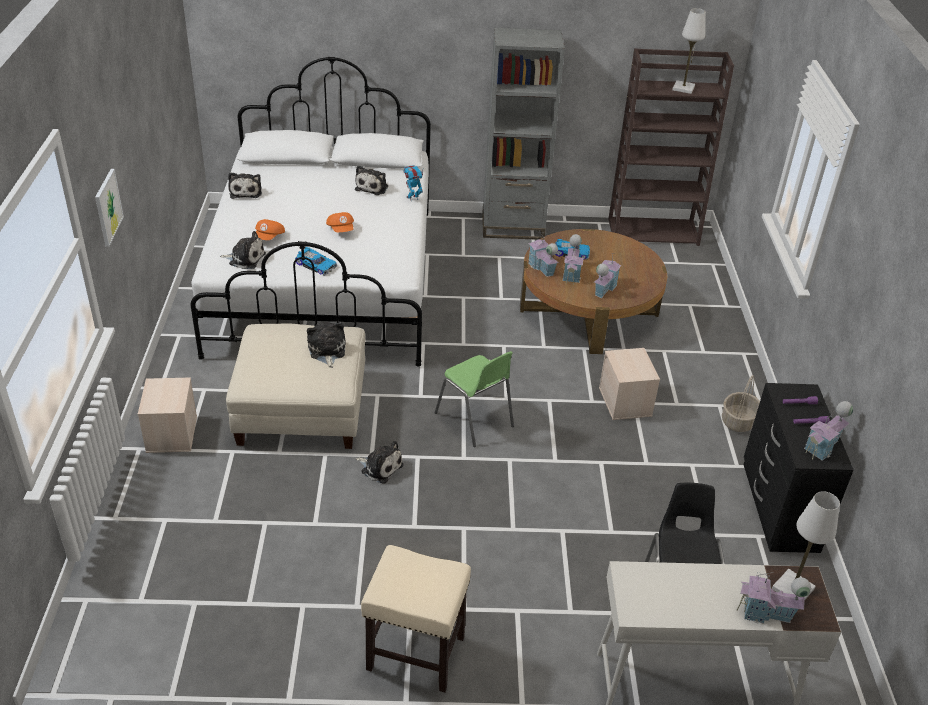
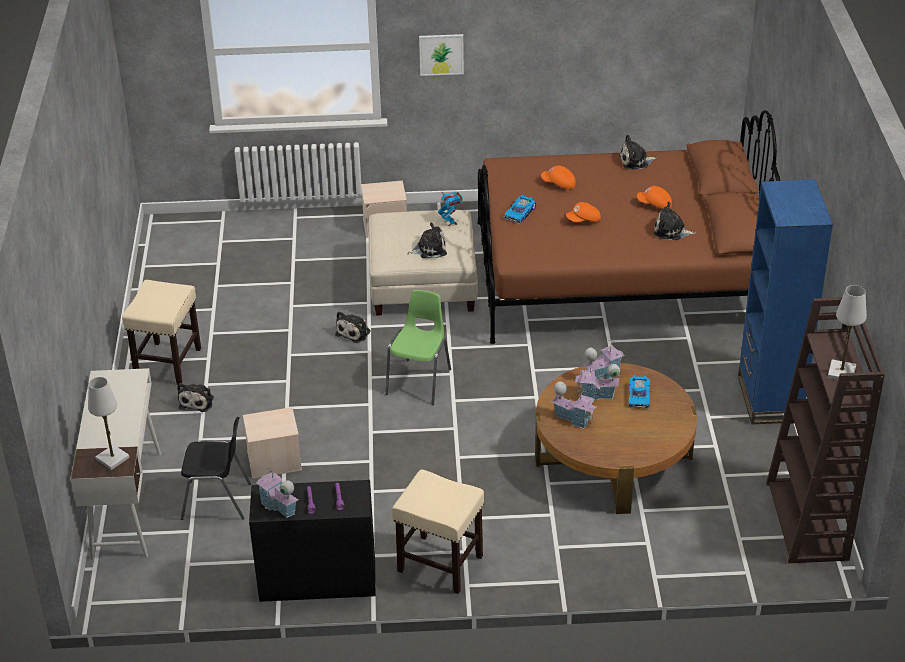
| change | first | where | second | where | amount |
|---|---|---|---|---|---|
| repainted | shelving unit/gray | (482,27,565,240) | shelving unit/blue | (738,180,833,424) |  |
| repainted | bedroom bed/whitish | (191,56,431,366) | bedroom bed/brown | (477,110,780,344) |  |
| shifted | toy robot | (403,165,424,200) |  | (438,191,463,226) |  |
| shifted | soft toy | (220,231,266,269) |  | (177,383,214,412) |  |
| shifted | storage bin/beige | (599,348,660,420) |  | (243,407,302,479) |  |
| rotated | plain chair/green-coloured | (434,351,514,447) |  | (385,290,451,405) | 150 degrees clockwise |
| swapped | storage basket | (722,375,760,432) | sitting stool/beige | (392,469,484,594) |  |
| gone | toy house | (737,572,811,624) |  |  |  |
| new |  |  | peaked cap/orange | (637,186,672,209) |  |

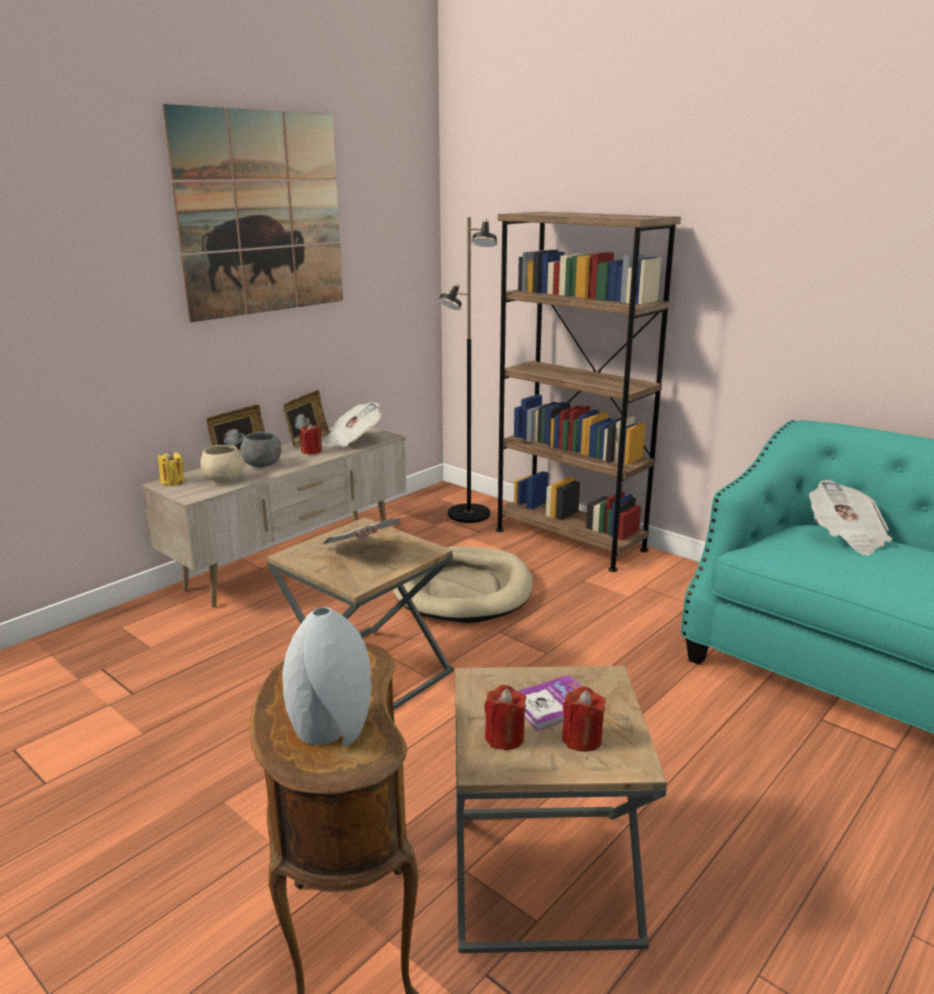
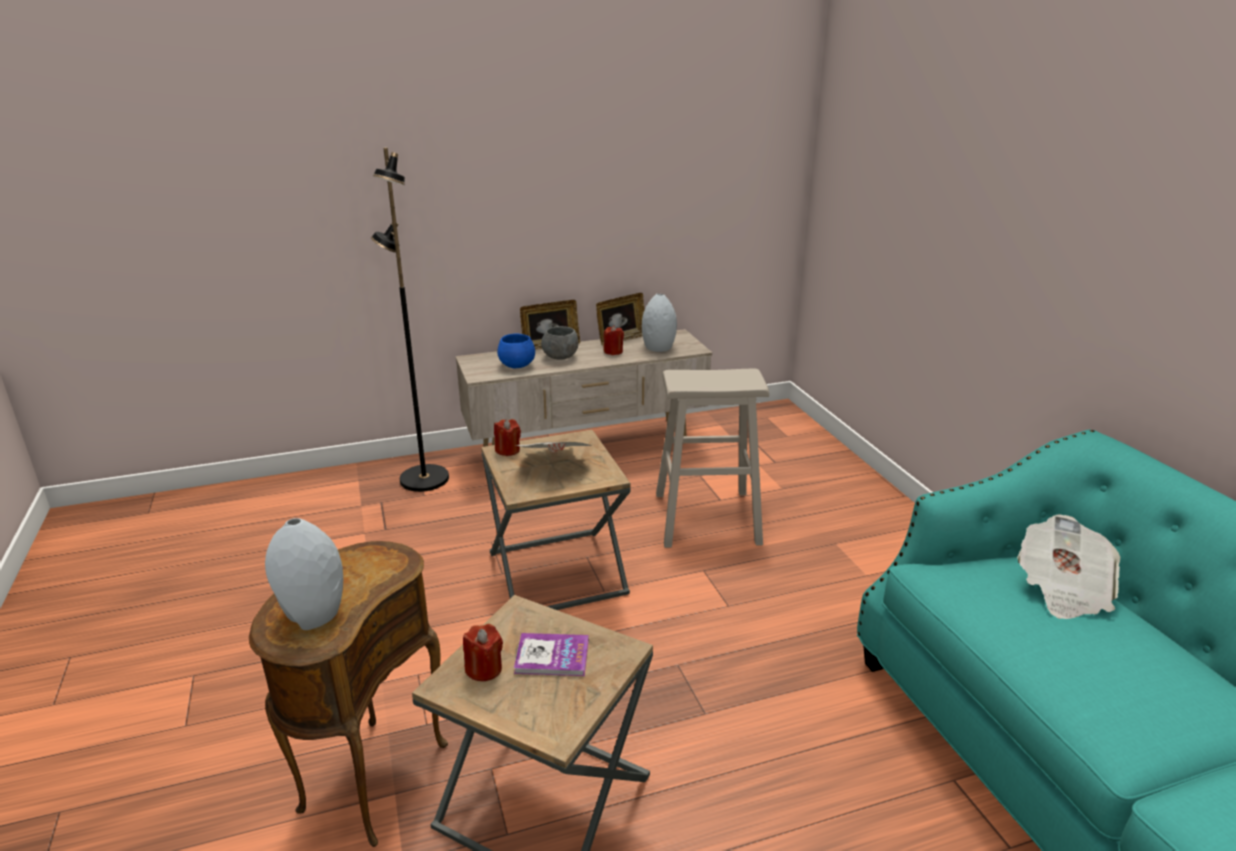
| change | first | where | second | where | amount |
|---|---|---|---|---|---|
| gone | picture | (162,104,343,322) |  |  |  |
| gone | shelving unit/brown | (496,212,681,572) |  |  |  |
| shifted | standing lamp/blackish | (437,217,497,523) |  | (371,148,449,492) |  |
| swapped | daily paper | (321,402,381,447) | decorative vase/gray | (642,293,677,352) |  |
| repainted | deep dish/beige | (200,445,244,483) | deep dish/blue | (497,334,535,368) |  |
| gone | wax light/yellowish | (158,451,185,486) |  |  |  |
| swapped | dog cushion/beige | (393,546,533,623) | sitting stool/beige | (656,368,769,548) |  |
| shifted | wax light/red | (562,686,606,752) |  | (494,419,521,456) |  |

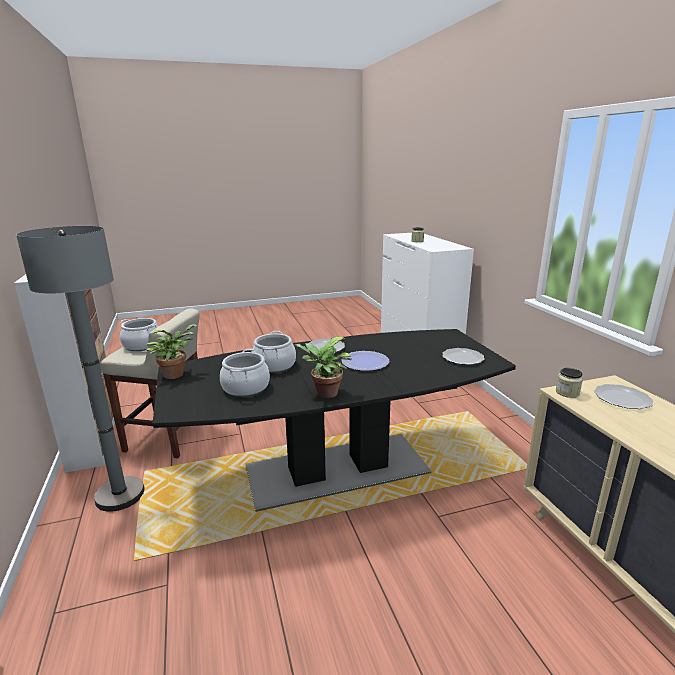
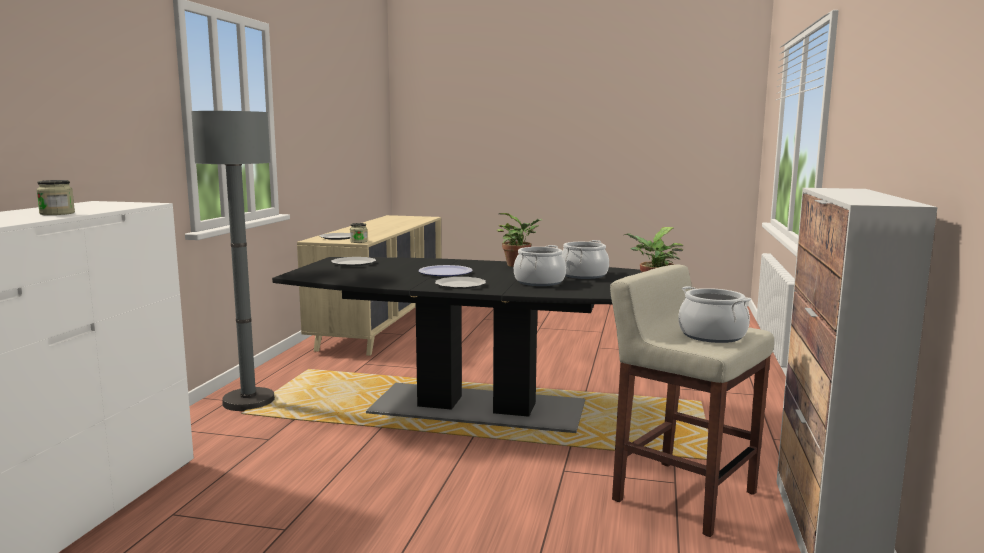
| change | first | where | second | where | amount |
|---|---|---|---|---|---|
| shifted | standing lamp/gray | (16,226,144,512) |  | (191,111,275,411) |  |

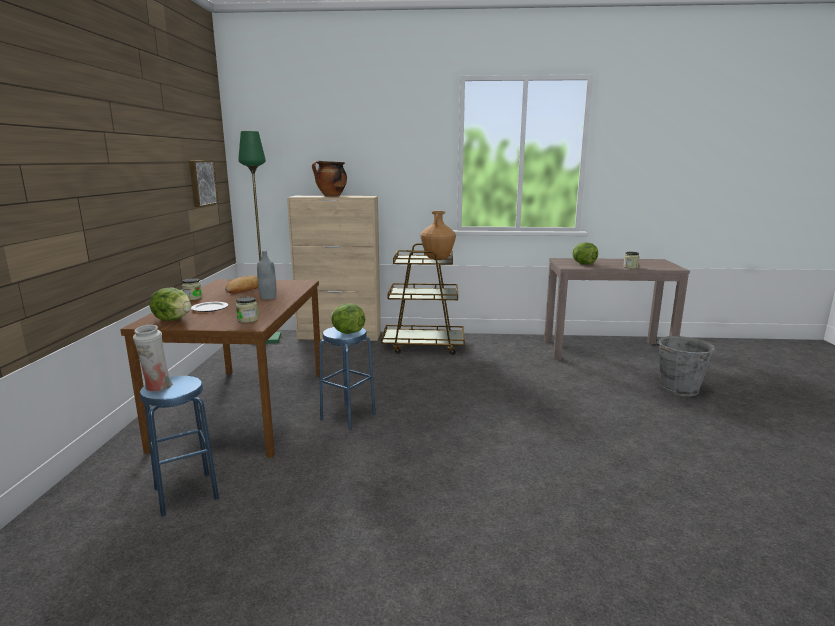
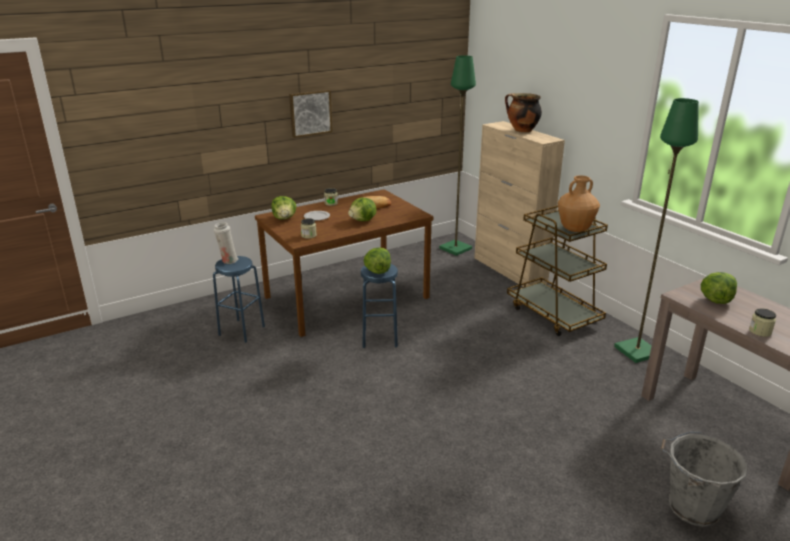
| change | first | where | second | where | amount |
|---|---|---|---|---|---|
| shifted | picture | (189,160,219,207) |  | (289,89,332,138) |  |
| swapped | bottle/gray | (257,251,276,300) | lettuce | (348,197,377,221) |  |
| new |  |  | standing lamp/green-coloured | (614,98,699,363) |  |

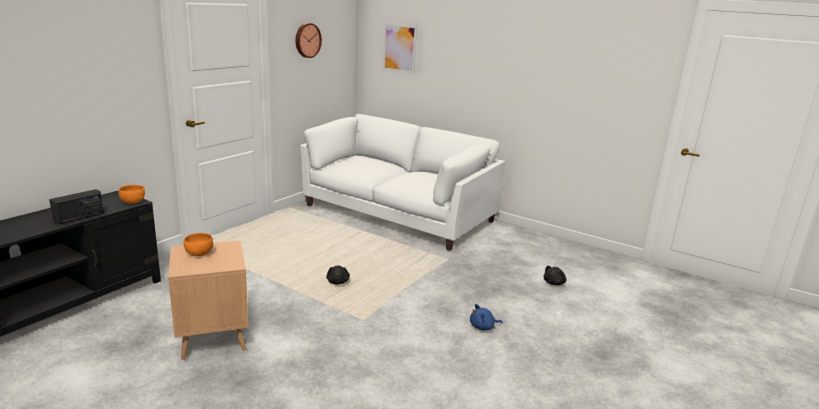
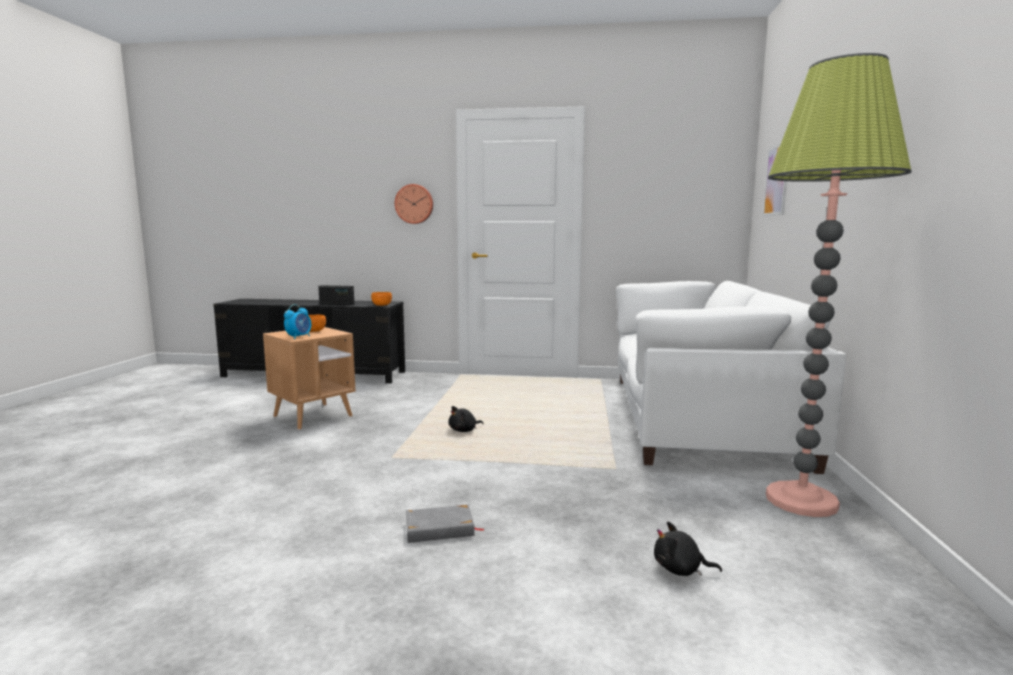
| change | first | where | second | where | amount |
|---|---|---|---|---|---|
| shifted | hanging clock | (296,23,322,58) |  | (394,184,433,224) |  |
| swapped | soft toy/blue | (470,304,503,331) | volume/gray | (406,505,484,543) |  |
| new |  |  | standing lamp | (766,53,911,517) |  |
| new |  |  | table clock | (284,304,311,339) |  |

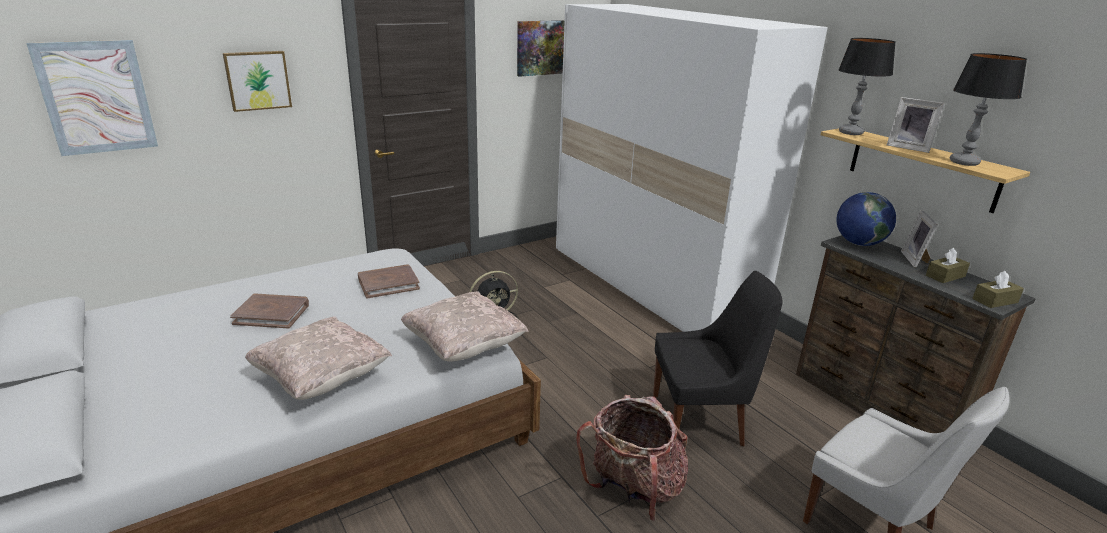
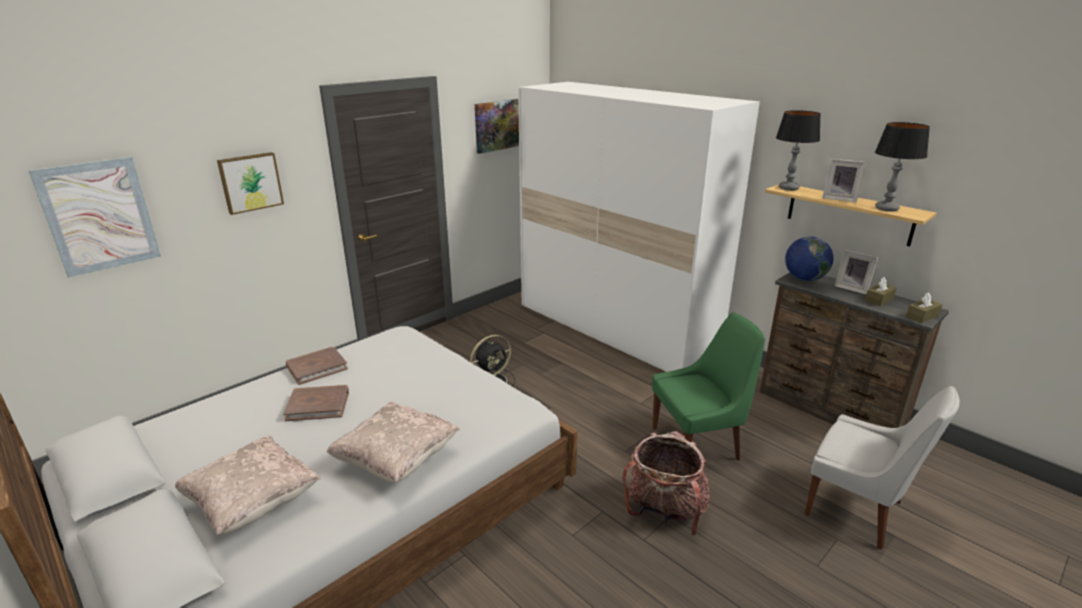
| change | first | where | second | where | amount |
|---|---|---|---|---|---|
| rotated | photo frame | (901,210,938,268) |  | (835,250,878,295) | 45 degrees counterclockwise |
| shifted | volume/brown | (358,265,420,299) |  | (286,347,348,385) |  |
| repainted | plain chair/blackish | (653,271,782,446) | plain chair/green-coloured | (652,312,765,460) |  |
| shifted | cushion/beige | (401,291,529,362) |  | (175,435,321,535) |  |

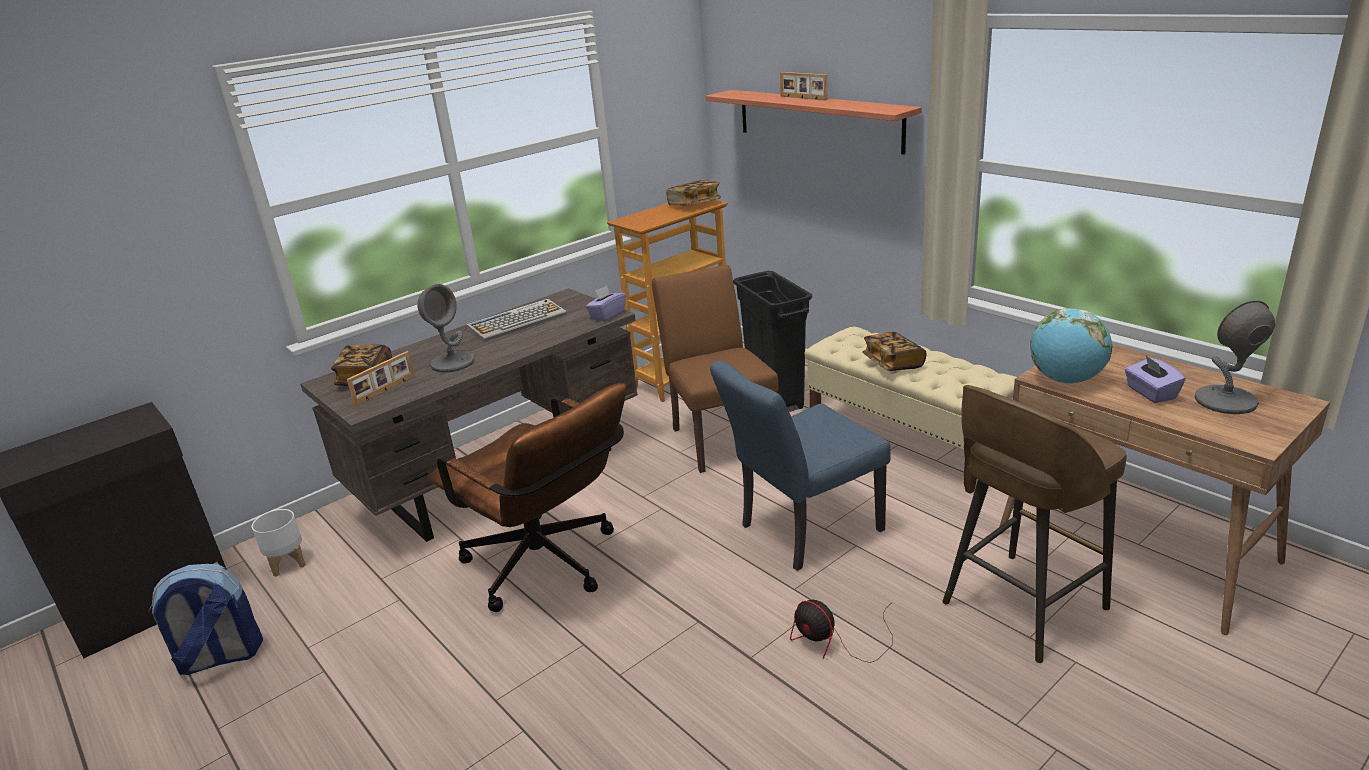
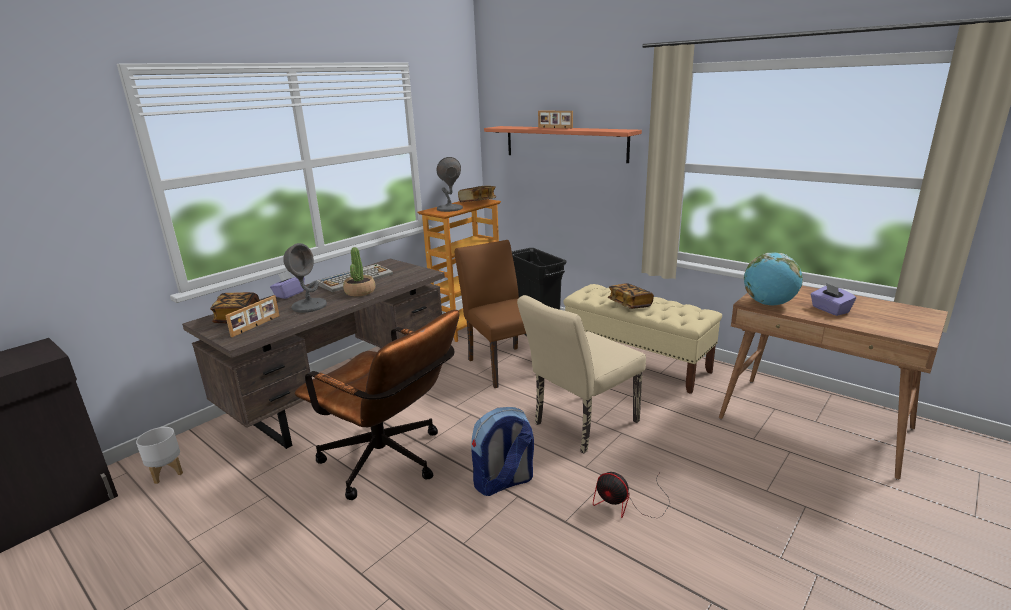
| change | first | where | second | where | amount |
|---|---|---|---|---|---|
| shifted | tissue holder/purplish | (586,286,626,322) |  | (270,271,305,299) |  |
| shifted | tabletop lamp/gray | (1195,300,1275,414) |  | (437,157,463,212) |  |
| repainted | plain chair/blue | (710,360,891,571) | plain chair/beige | (517,295,646,453) |  |
| gone | sitting stool/brown | (942,385,1127,663) |  |  |  |
| shifted | knapsack | (149,564,263,675) |  | (471,407,534,496) |  |
| new |  |  | plant in a pot | (343,247,375,296) |  |

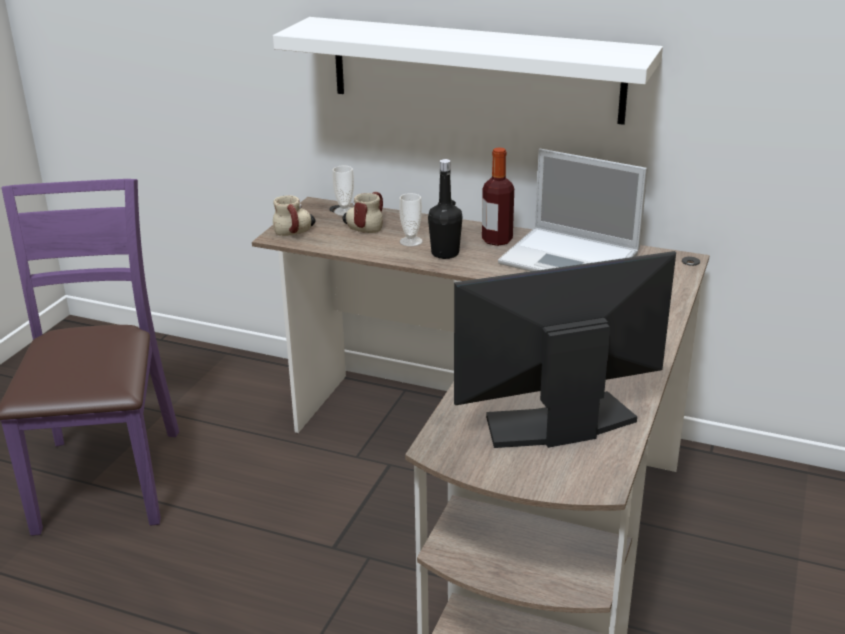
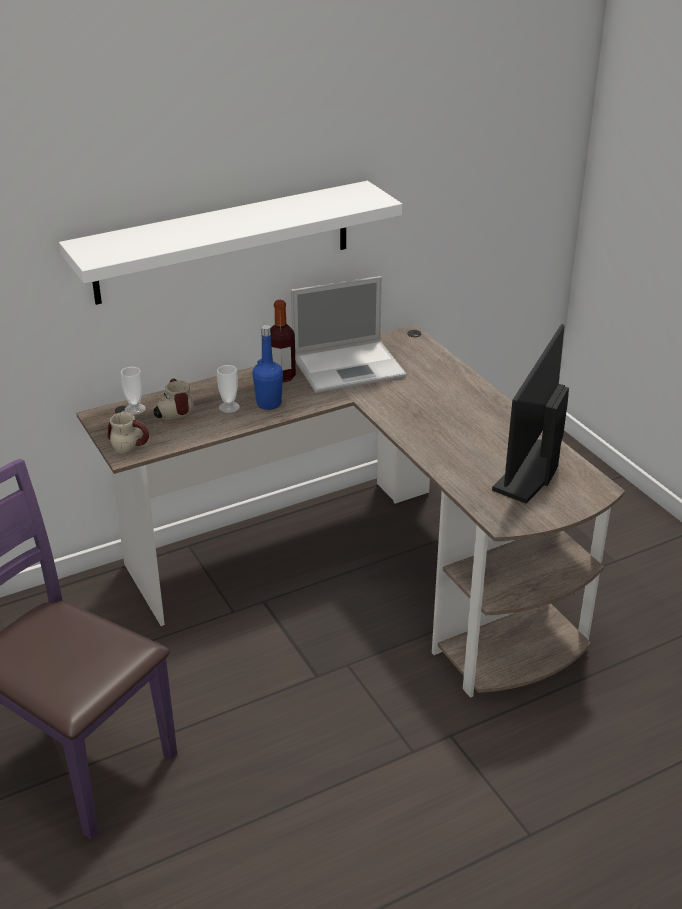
| change | first | where | second | where | amount |
|---|---|---|---|---|---|
| repainted | bottle/blackish | (428,159,463,259) | bottle/blue | (253,325,283,410) |  |

